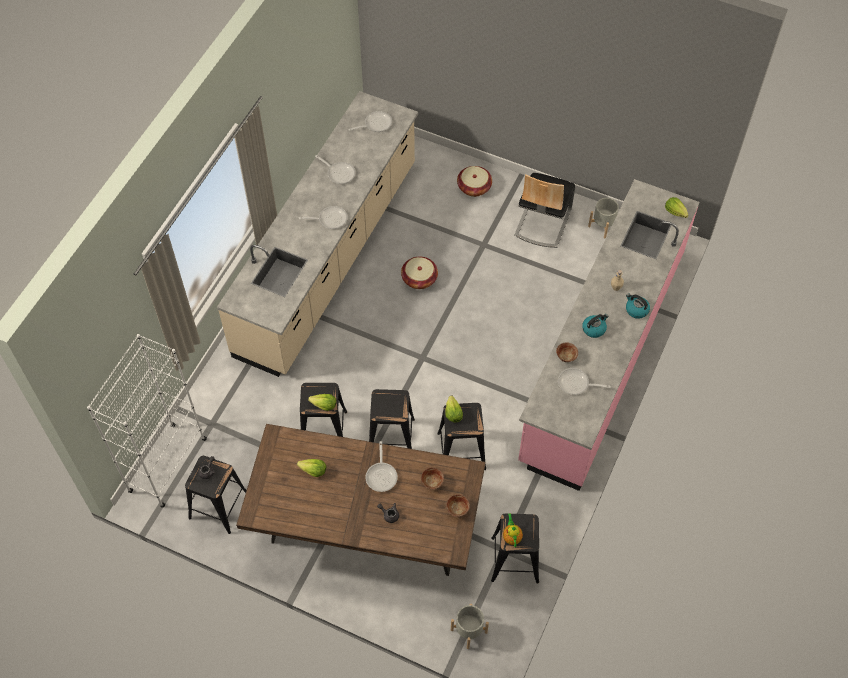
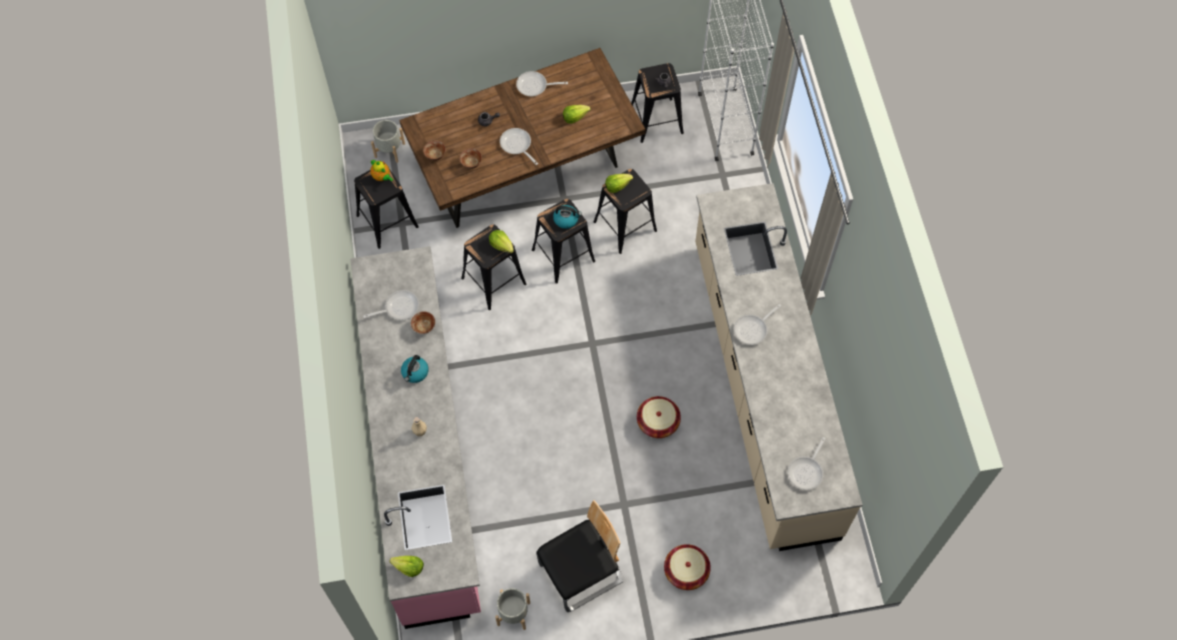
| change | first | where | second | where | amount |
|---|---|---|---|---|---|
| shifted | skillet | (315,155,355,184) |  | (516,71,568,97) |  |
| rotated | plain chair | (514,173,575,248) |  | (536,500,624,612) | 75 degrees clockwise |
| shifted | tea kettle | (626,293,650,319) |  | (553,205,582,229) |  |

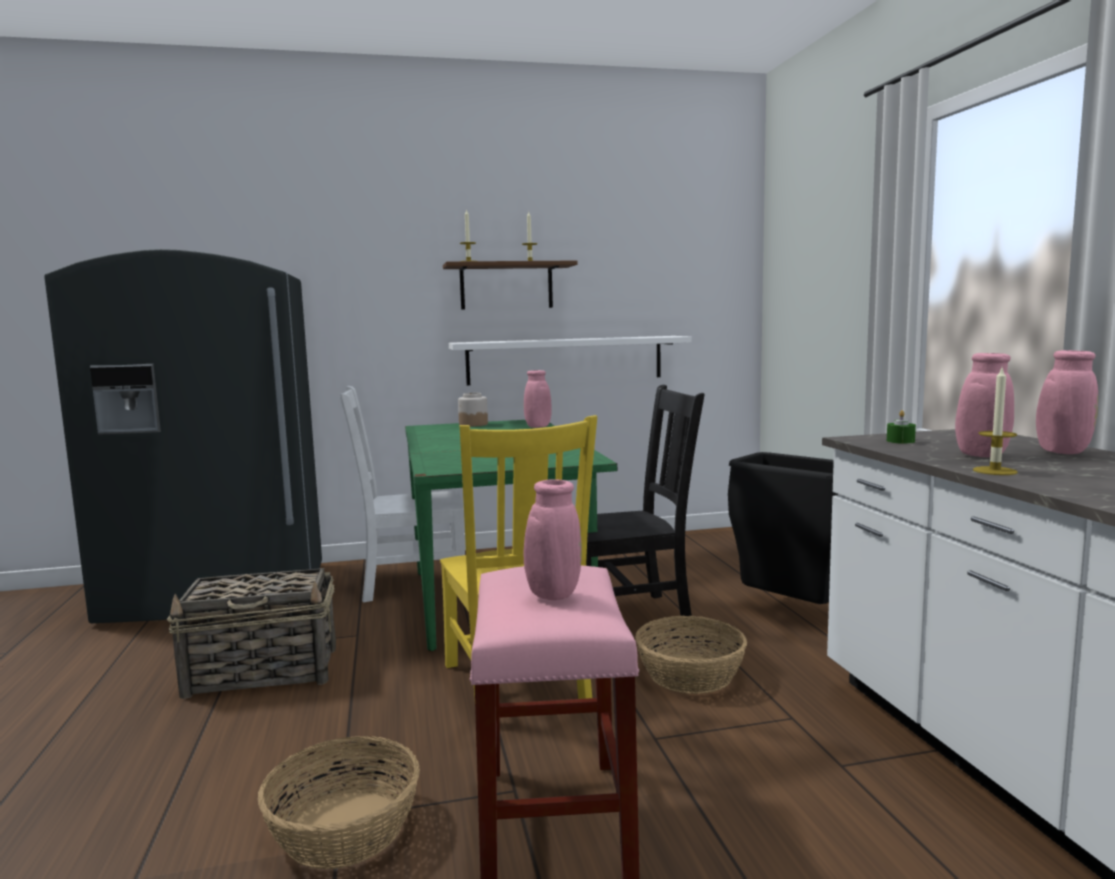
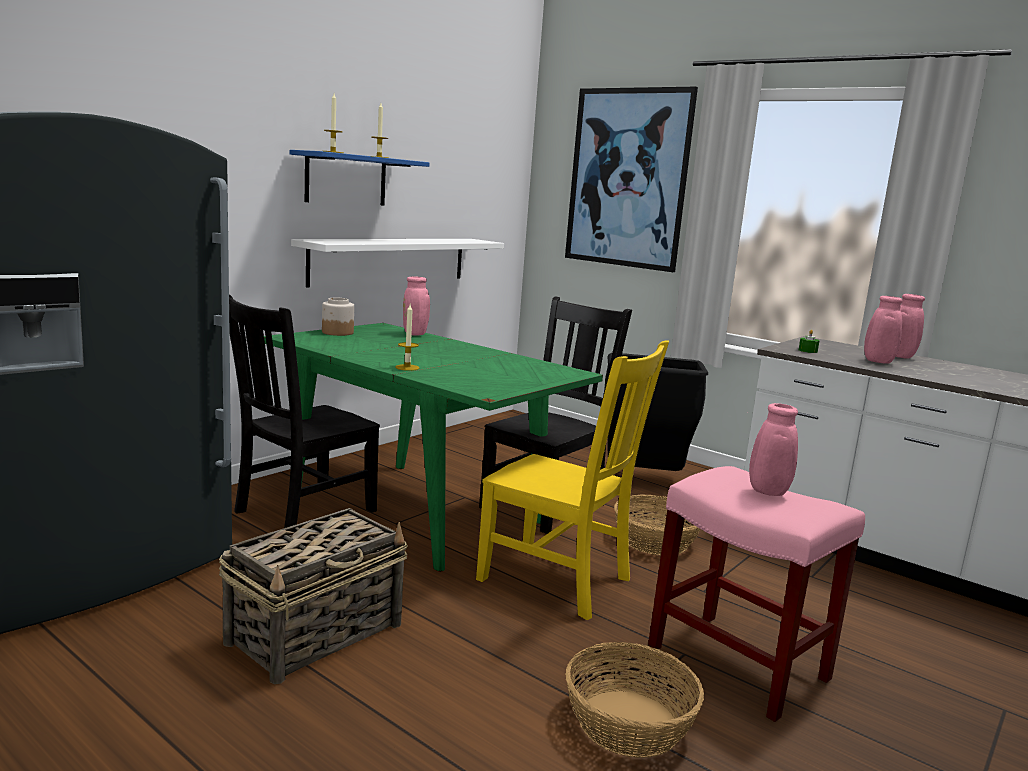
| change | first | where | second | where | amount |
|---|---|---|---|---|---|
| repainted | bracket shelf/brown | (443,260,578,310) | bracket shelf/blue | (290,150,429,205) |  |
| shifted | wax light | (973,368,1018,475) |  | (395,304,420,371) |  |
| repainted | plain chair/whitish | (340,386,465,603) | plain chair/blackish | (229,294,380,528) |  |
| new |  |  | picture | (565,87,698,272) |  |

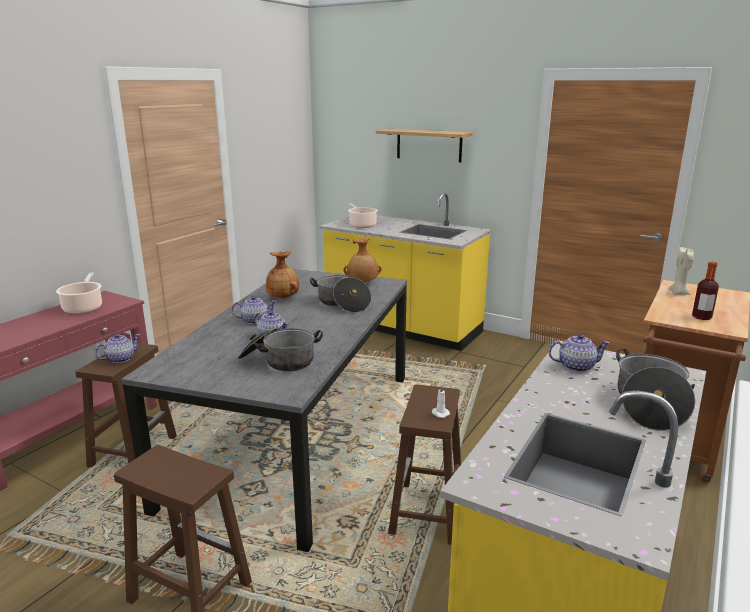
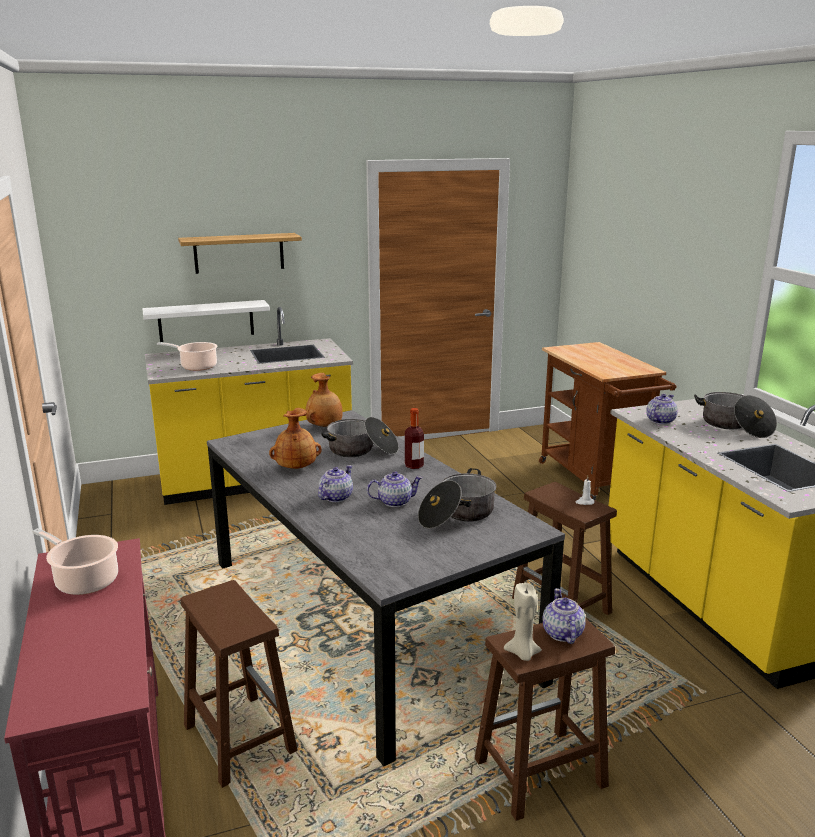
| change | first | where | second | where | amount |
|---|---|---|---|---|---|
| shifted | wax light/beige | (668,247,694,295) |  | (504,583,542,661) |  |
| shifted | bottle | (692,262,719,320) |  | (405,408,424,469) |  |
| shifted | tea pot | (95,334,141,363) |  | (543,588,586,644) |  |
| new |  |  | bracket shelf/whitish | (142,300,270,342) |  |

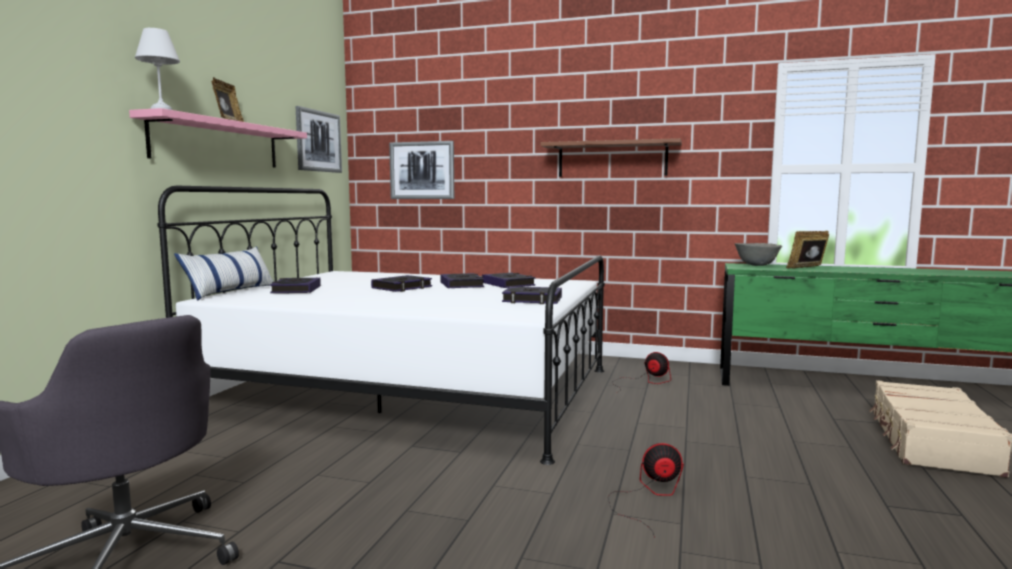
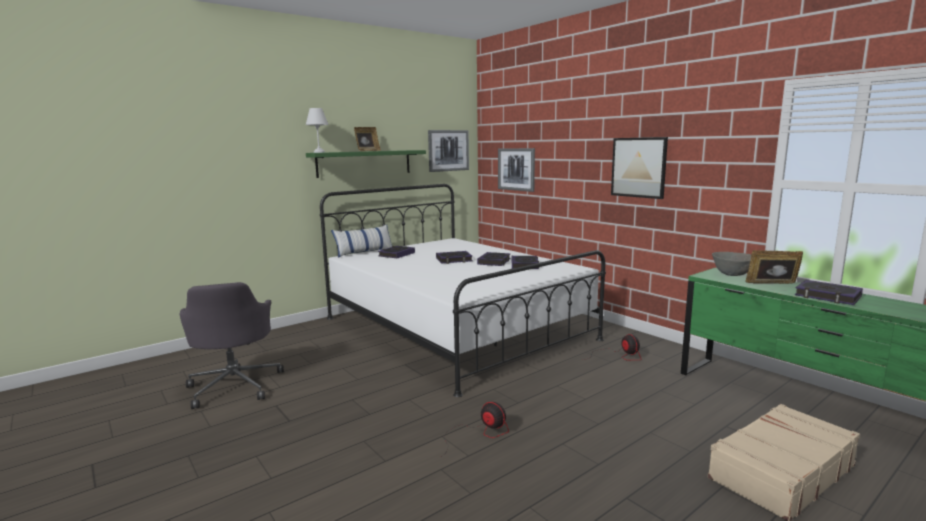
| change | first | where | second | where | amount |
|---|---|---|---|---|---|
| repainted | bracket shelf/pinkish | (129,108,307,168) | bracket shelf/green-coloured | (306,150,426,178) |  |
| swapped | bracket shelf/brown | (541,138,682,177) | picture | (611,137,668,199) |  |
| shifted | volume | (502,286,562,304) |  | (795,280,863,305) |  |

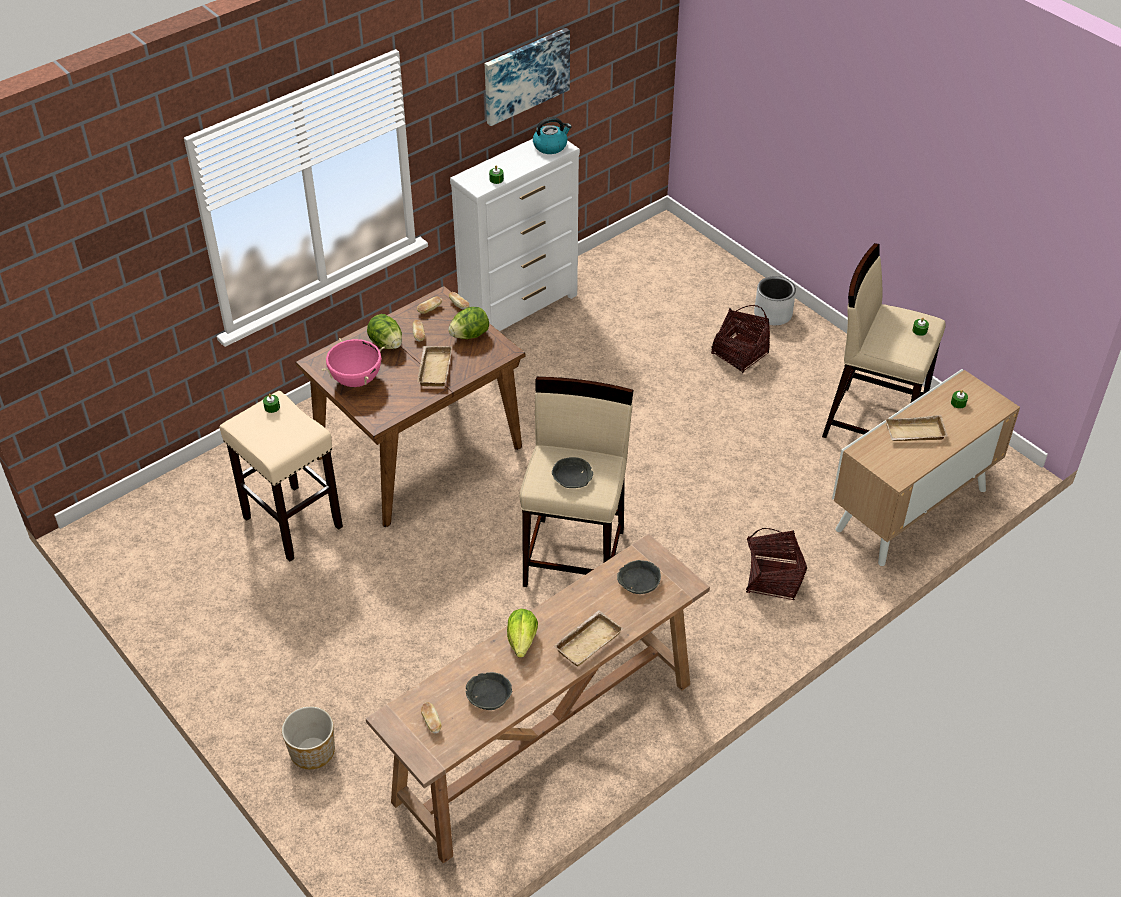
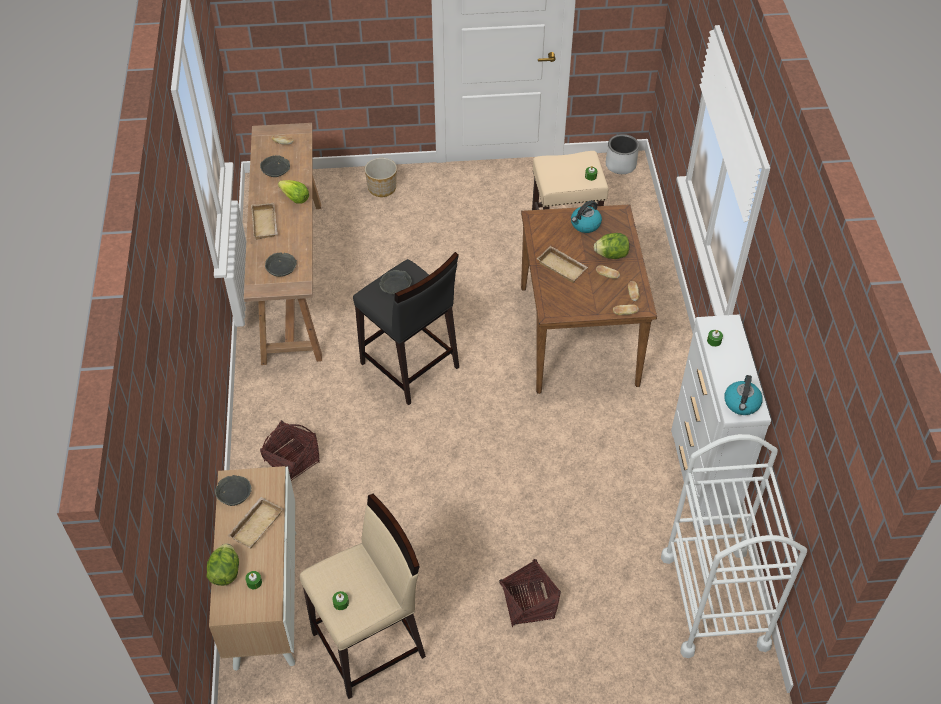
| change | first | where | second | where | amount |
|---|---|---|---|---|---|
| gone | picture | (485,28,570,126) |  |  |  |
| shifted | plant pot/gray | (754,276,796,325) |  | (606,134,639,174) |  |
| shifted | lettuce | (448,307,489,339) |  | (207,543,239,586) |  |
| swapped | stockpot/pinkish | (322,338,385,387) | tea kettle | (571,200,602,233) |  |
| repainted | sitting stool/beige | (519,377,634,587) | sitting stool/blackish | (353,252,459,405) |  |
| new |  |  | wheeled cart/whitish | (661,434,807,658) |  |
| new |  |  | deep dish/gray | (215,475,251,506) |  |

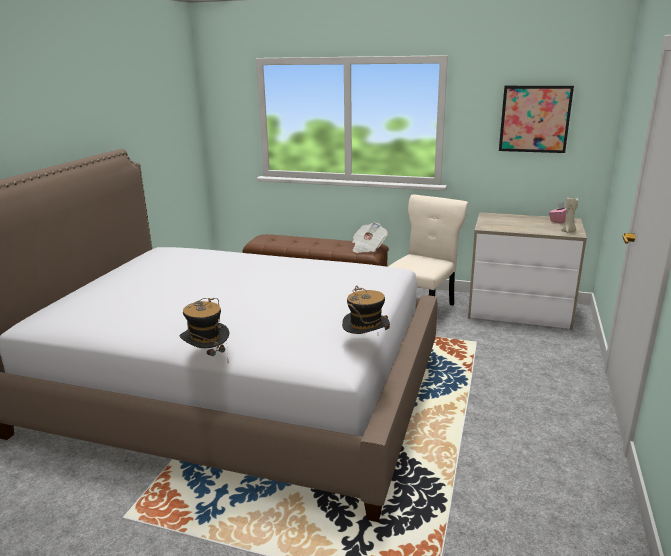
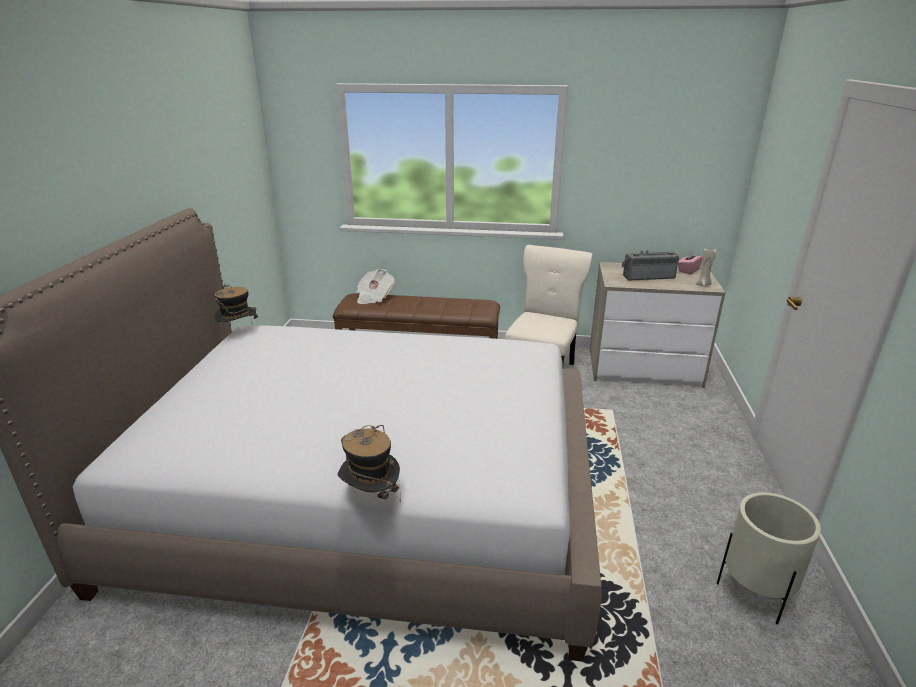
| change | first | where | second | where | amount |
|---|---|---|---|---|---|
| gone | picture | (499,86,574,153) |  |  |  |
| shifted | daily paper | (352,223,388,253) |  | (356,269,395,304) |  |
| shifted | hat | (342,286,390,334) |  | (214,284,258,325) |  |
| new |  |  | radio | (622,250,679,281) |  |
| new |  |  | plant pot/beige | (717,492,821,624) |  |

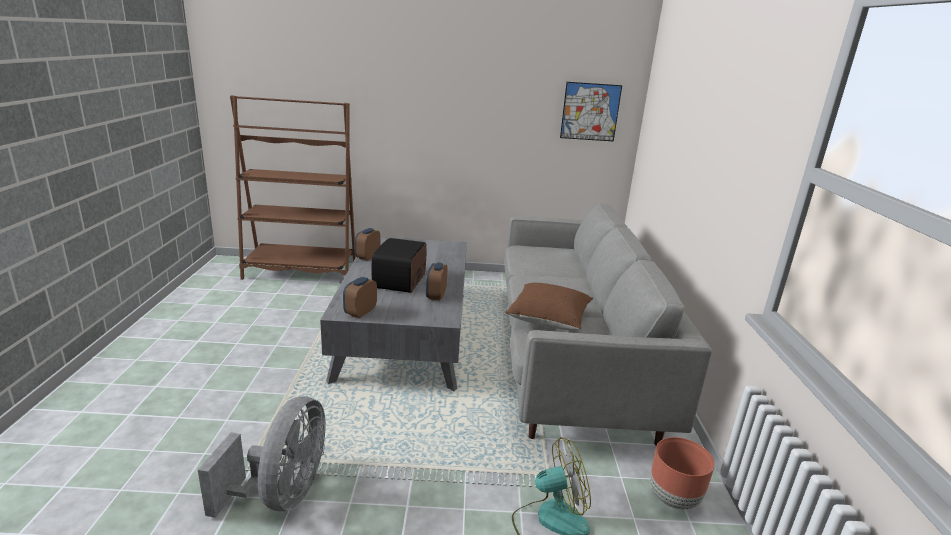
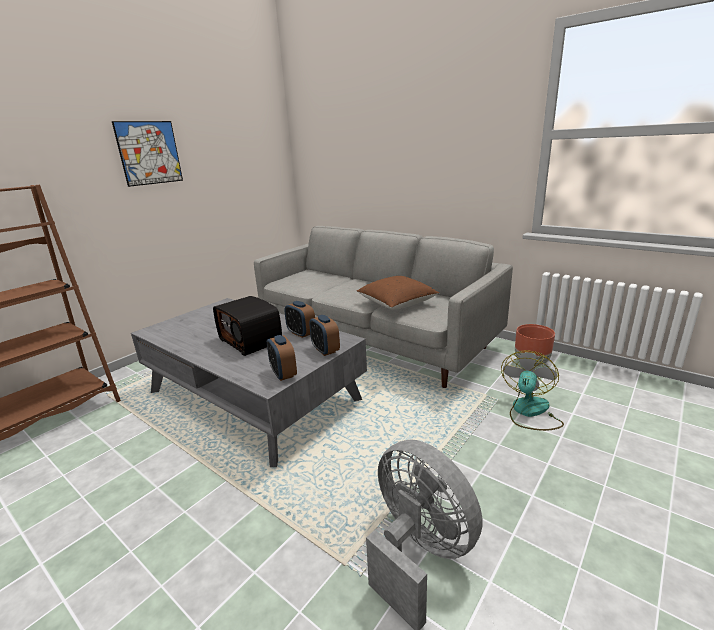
| change | first | where | second | where | amount |
|---|---|---|---|---|---|
| shifted | picture | (560,82,622,141) |  | (112,121,183,187) |  |
| shifted | table clock | (354,228,380,261) |  | (309,315,340,356) |  |

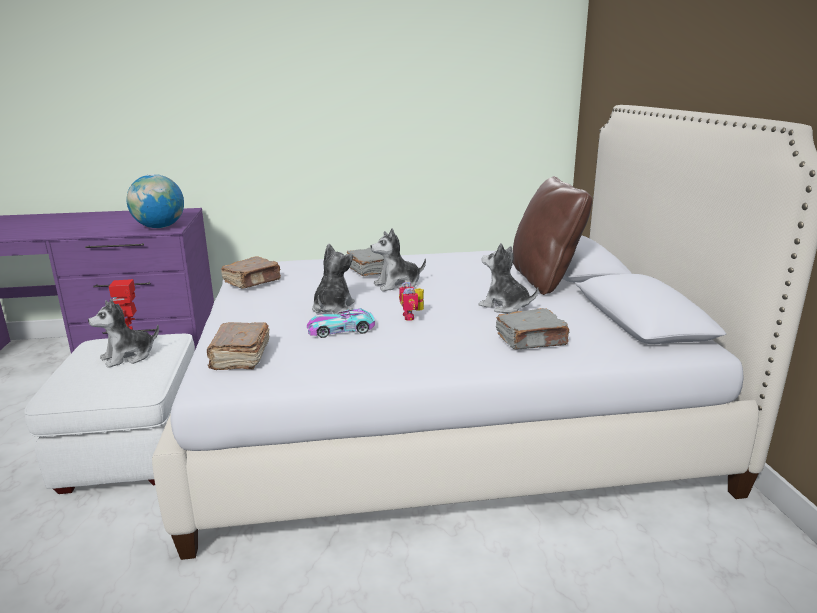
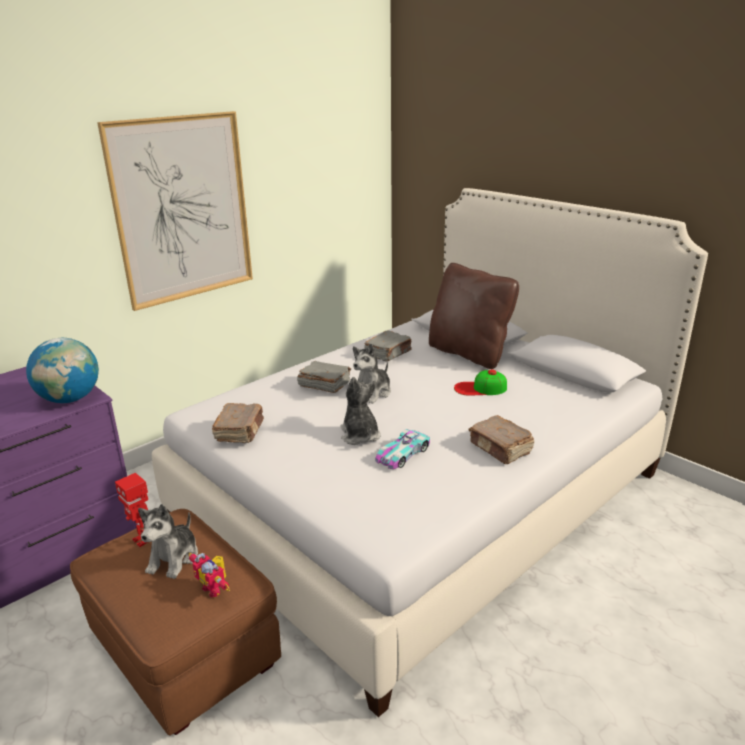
| change | first | where | second | where | amount |
|---|---|---|---|---|---|
| swapped | soft toy | (478,243,539,313) | peaked cap | (454,369,507,396) |  |
| shifted | toy robot | (399,281,424,321) |  | (188,553,230,598) |  |
| shifted | volume/gray | (496,308,570,350) |  | (364,331,412,361) |  |
| shifted | volume/brown | (207,322,269,370) |  | (469,415,534,464) |  |
| repainted | ottoman/whitish | (24,334,195,494) | ottoman/brown | (70,509,281,736) |  |
| new |  |  | picture | (97,111,253,311) |  |

